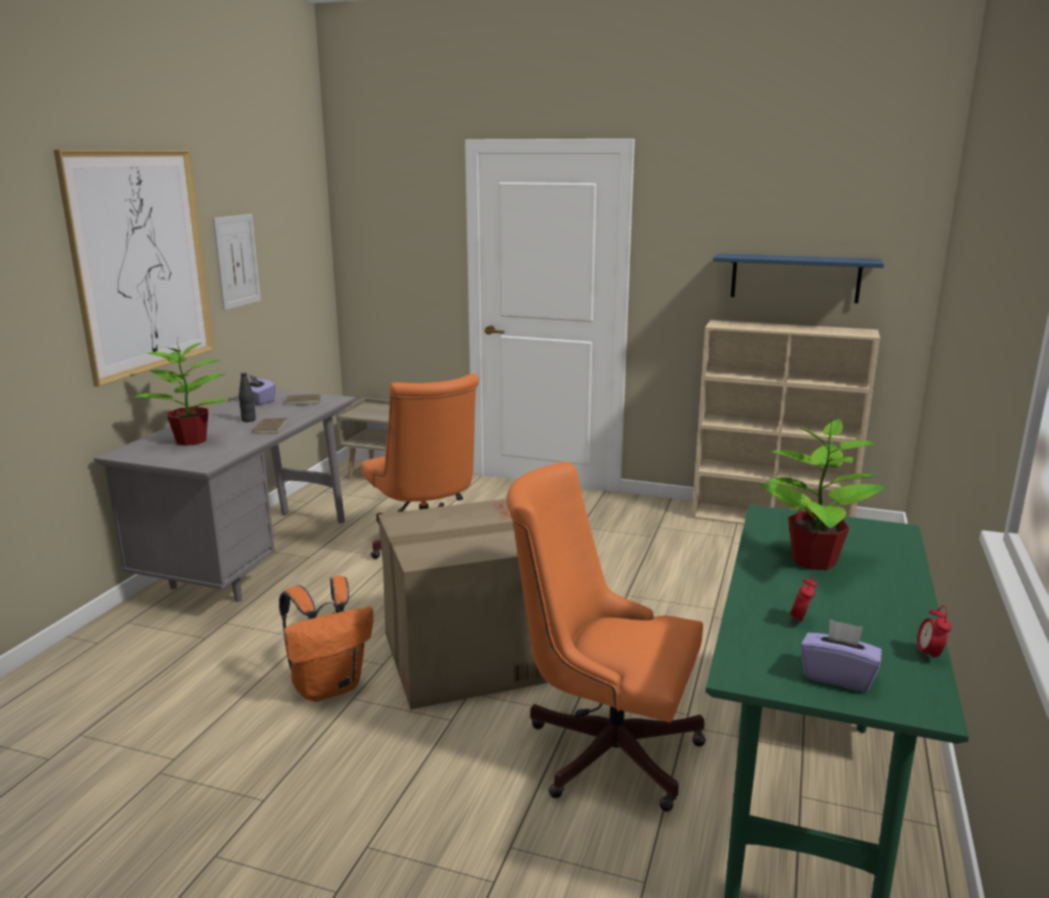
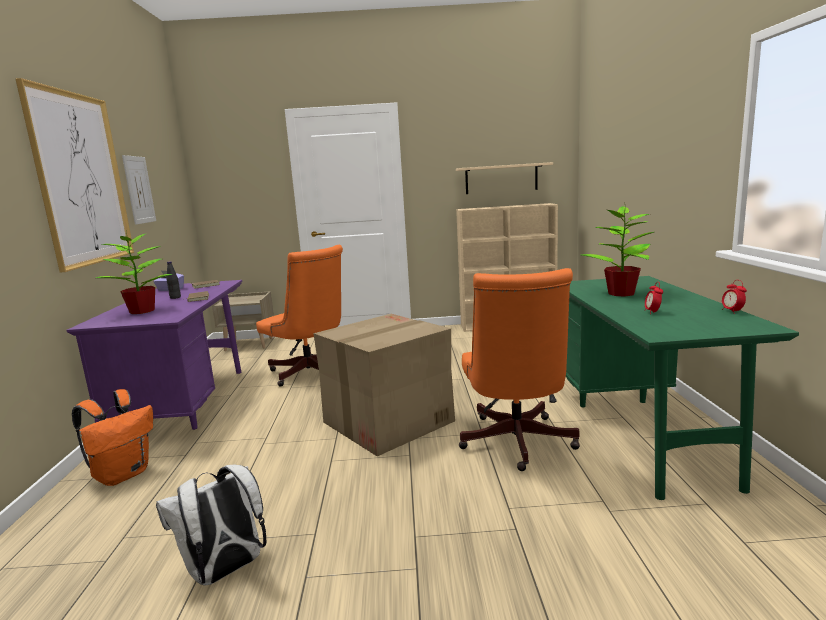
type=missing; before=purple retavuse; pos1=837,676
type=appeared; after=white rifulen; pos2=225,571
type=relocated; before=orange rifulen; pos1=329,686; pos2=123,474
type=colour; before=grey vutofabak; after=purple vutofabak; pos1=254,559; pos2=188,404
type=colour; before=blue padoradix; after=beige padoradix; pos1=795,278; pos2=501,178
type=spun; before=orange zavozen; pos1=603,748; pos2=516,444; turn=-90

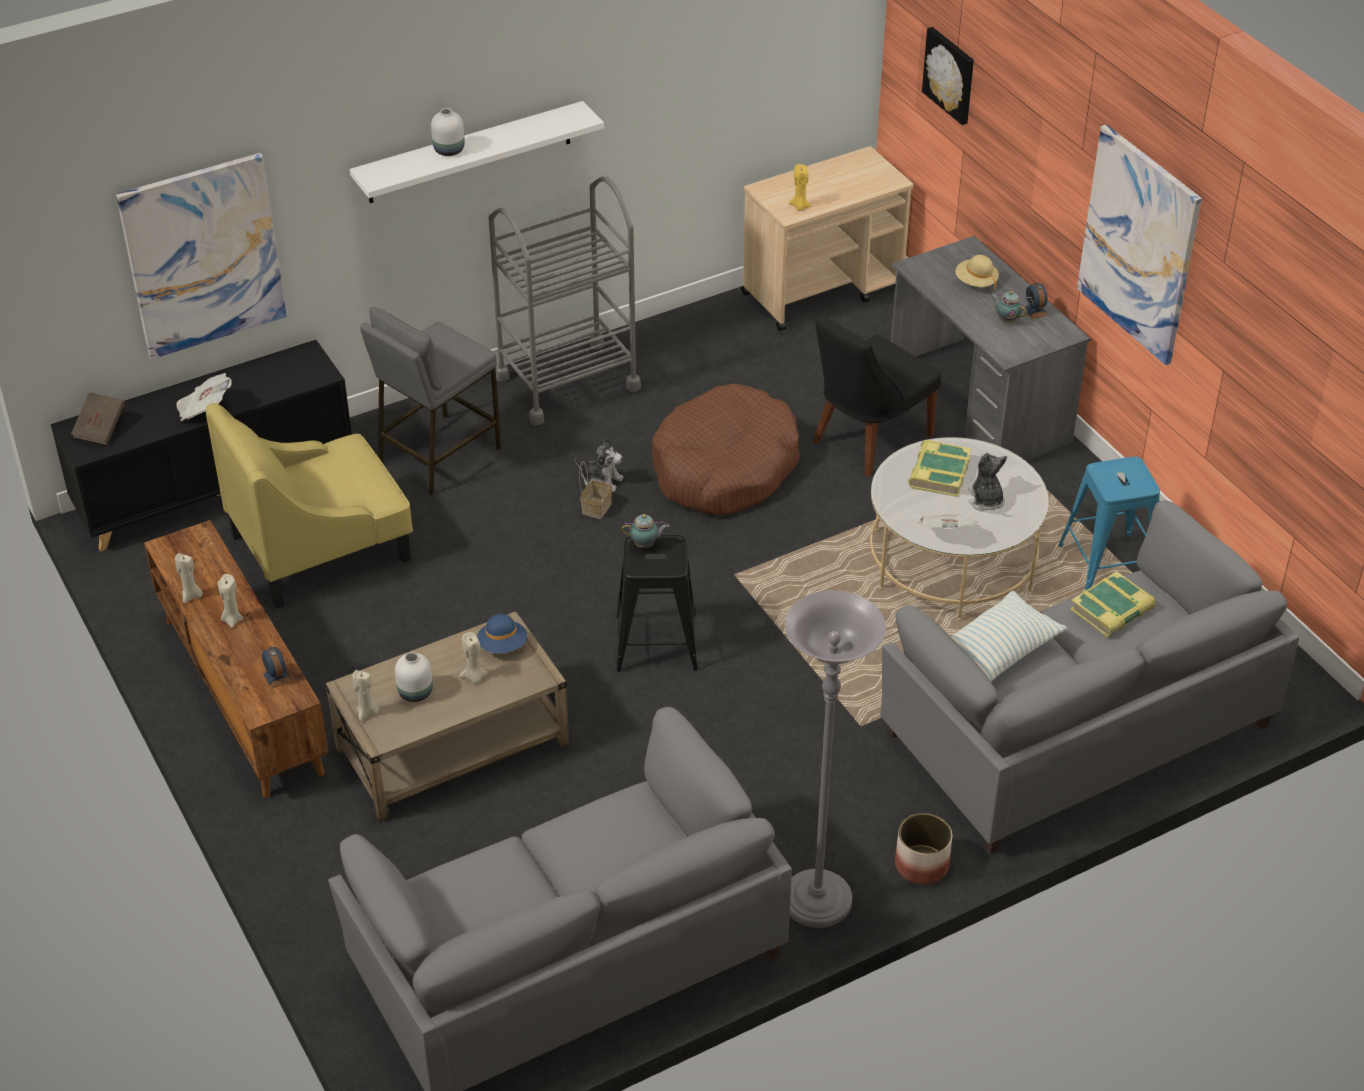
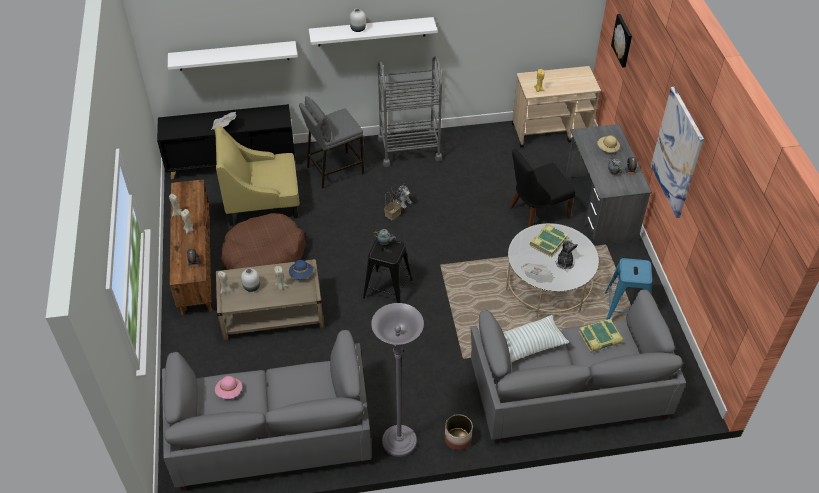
type=missing; before=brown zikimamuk; pos1=101,429
type=appeared; after=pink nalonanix; pos2=229,391
type=relocated; before=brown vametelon; pos1=724,468; pos2=264,255
type=exchanged; before=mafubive; after=white padoradix; pos1=203,255; pos2=233,55

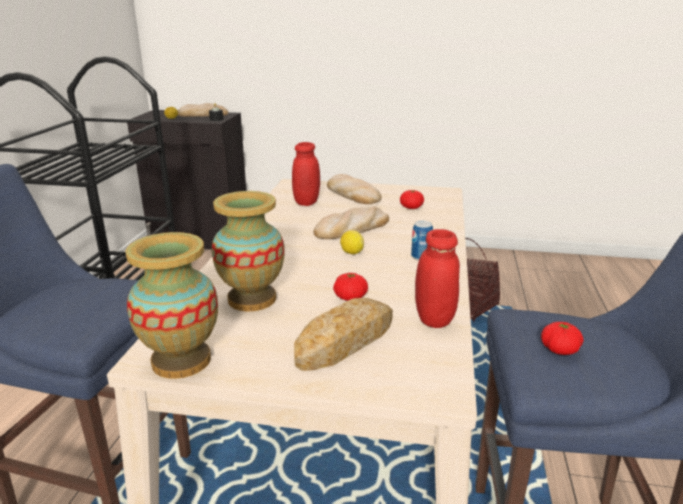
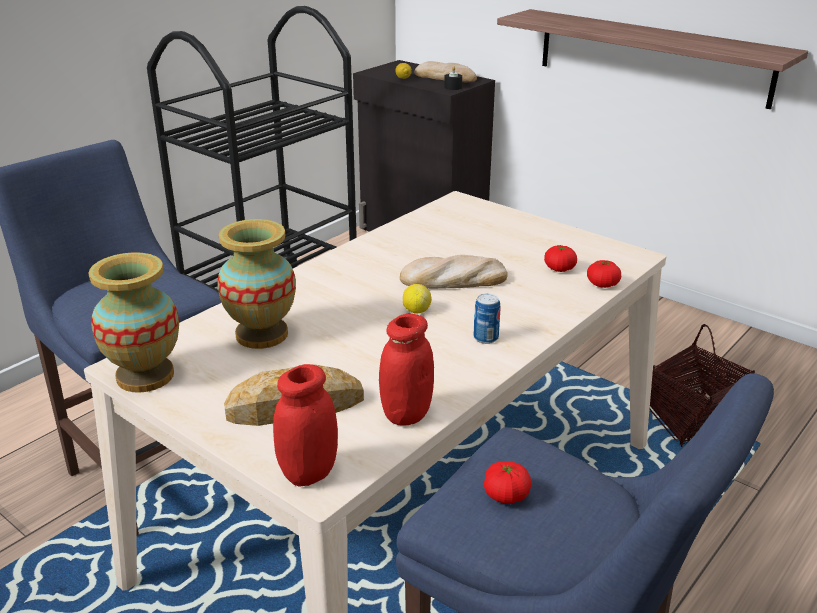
type=missing; before=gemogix; pos1=352,194
type=appeared; after=padoradix; pos2=652,57
type=relocated; before=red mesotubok; pos1=306,202; pos2=309,473
type=relocated; before=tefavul; pos1=350,297; pos2=602,284

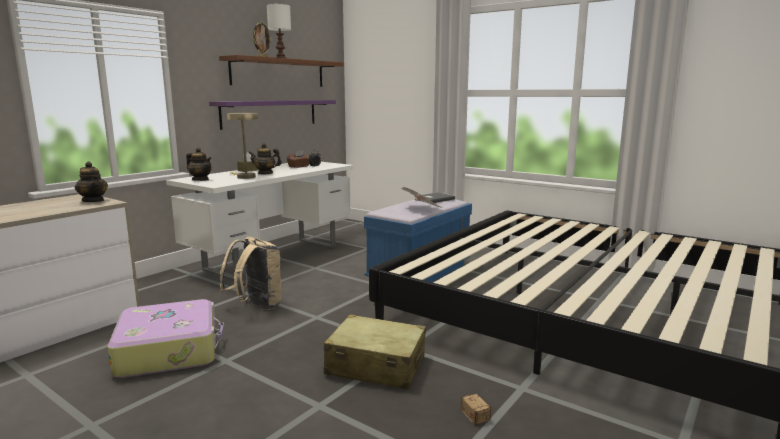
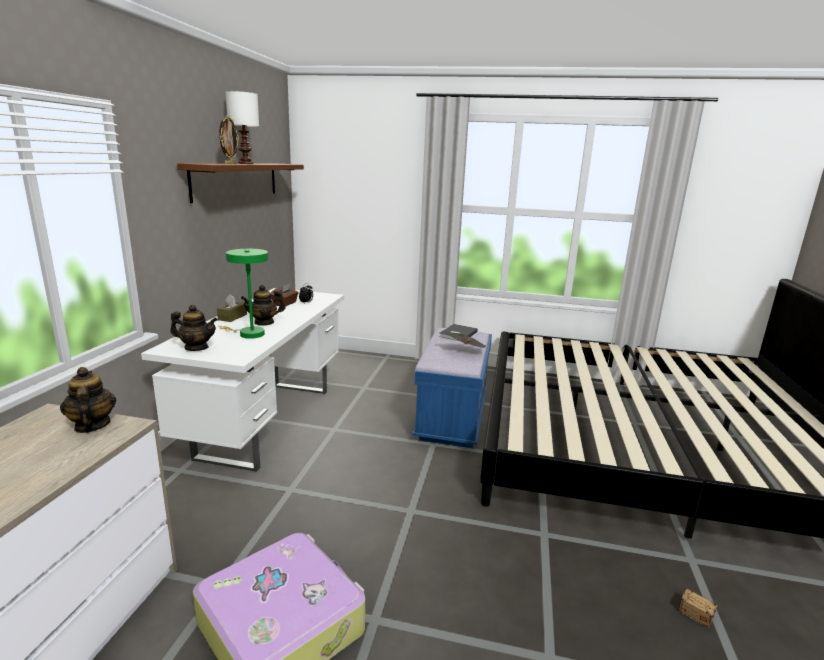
type=missing; before=purple padoradix; pos1=270,113
type=missing; before=beige rifulen; pos1=256,306
type=missing; before=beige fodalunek; pos1=376,366
type=colour; before=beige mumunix; after=green mumunix; pos1=244,177; pos2=248,334
type=spun; before=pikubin; pos1=93,201; pos2=92,425; turn=-135

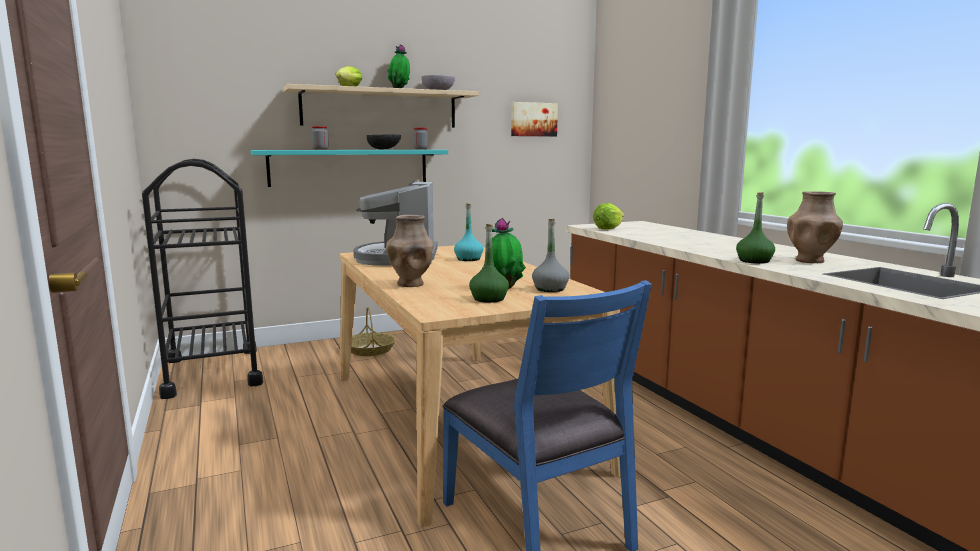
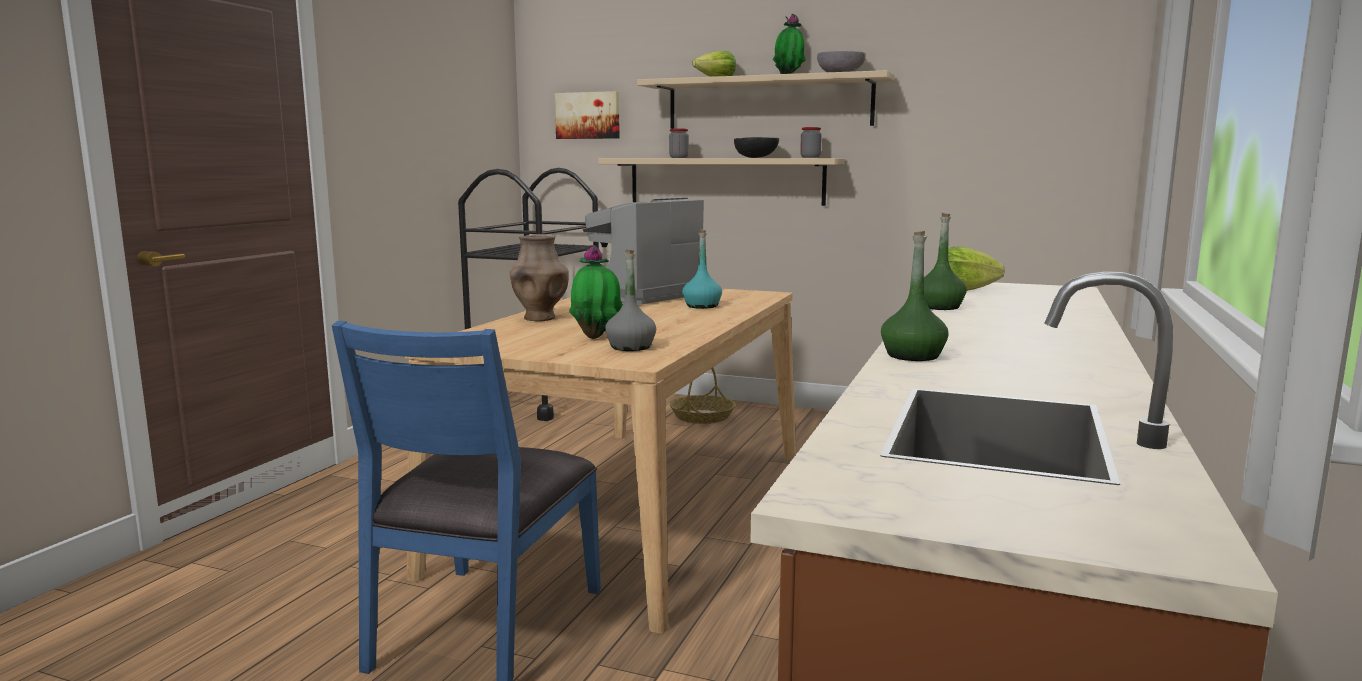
type=missing; before=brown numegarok; pos1=810,261
type=relocated; before=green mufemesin; pos1=489,299; pos2=940,307
type=relocated; before=mafubive; pos1=533,119; pos2=588,115
type=colour; before=turquoise padoradix; after=beige padoradix; pos1=349,167; pos2=725,181

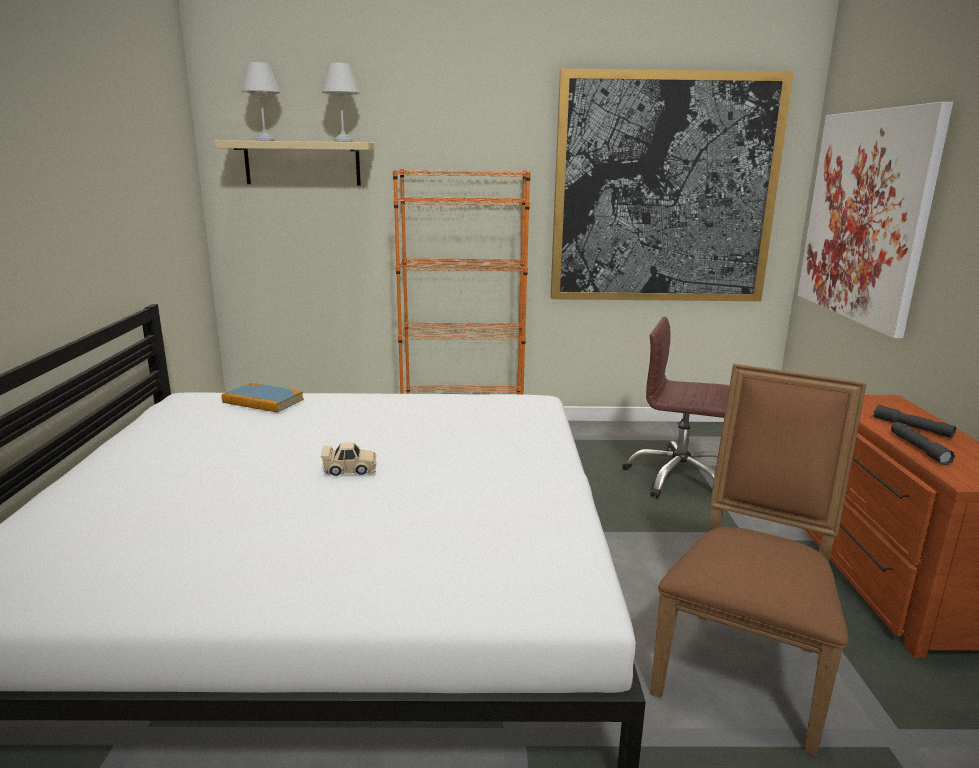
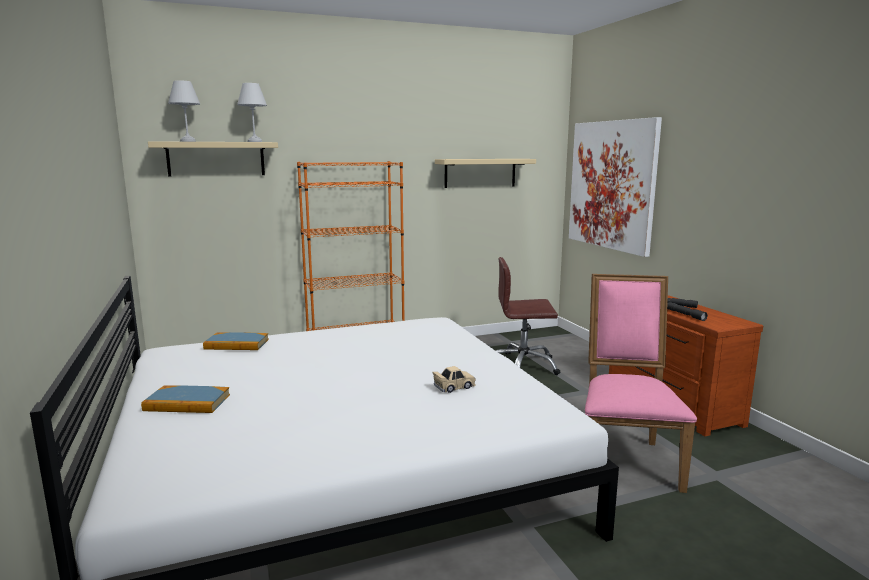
type=appeared; after=zikimamuk; pos2=187,403
type=relocated; before=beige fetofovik; pos1=350,469; pos2=454,387
type=exchanged; before=mafubive; after=beige padoradix; pos1=663,190; pos2=480,173
type=colour; before=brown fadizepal; after=pink fadizepal; pos1=744,666; pos2=625,459

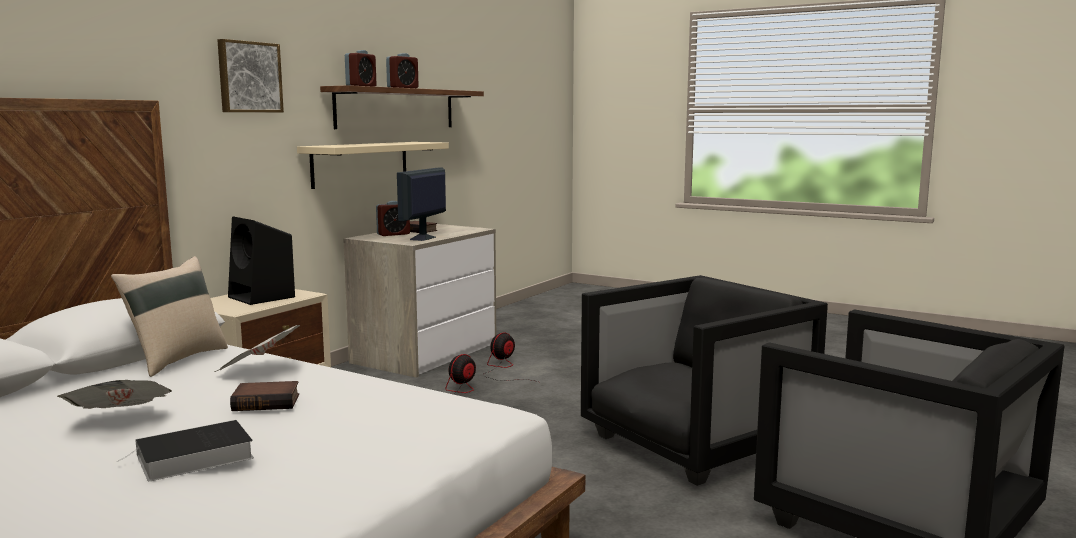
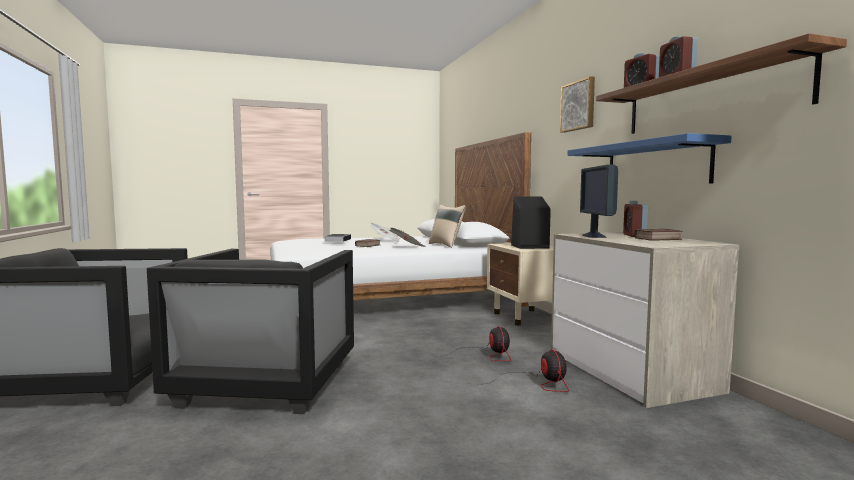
type=colour; before=beige padoradix; after=blue padoradix; pos1=360,164; pos2=655,164
type=spun; before=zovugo; pos1=422,238; pos2=594,236; turn=-150

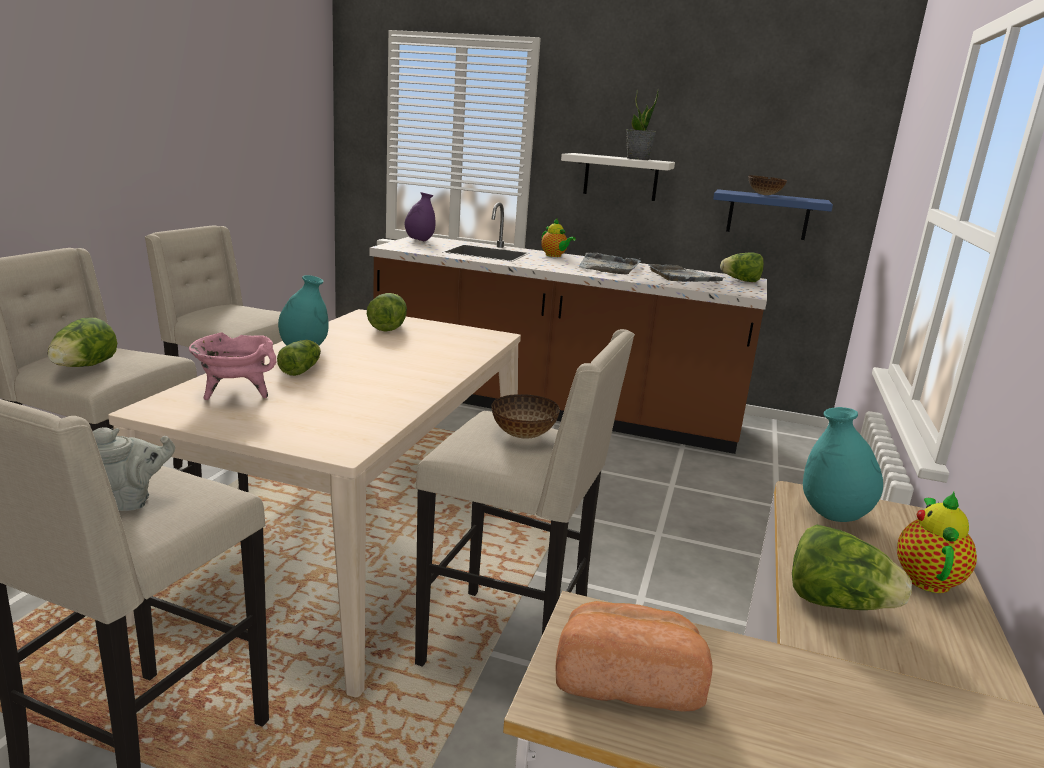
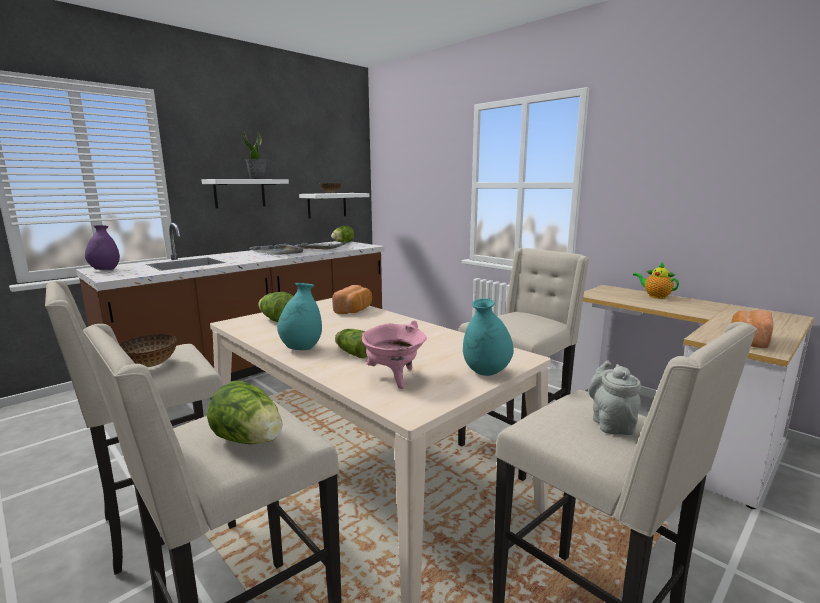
type=missing; before=pikubin; pos1=554,256
type=missing; before=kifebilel; pos1=837,603
type=appeared; after=gemogix; pos2=354,310
type=relocated; before=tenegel; pos1=522,435; pos2=150,365
type=relocated; before=turquoise numegarok; pos1=833,516; pos2=486,372
type=colour; before=blue padoradix; after=white padoradix; pos1=768,215; pos2=327,205

